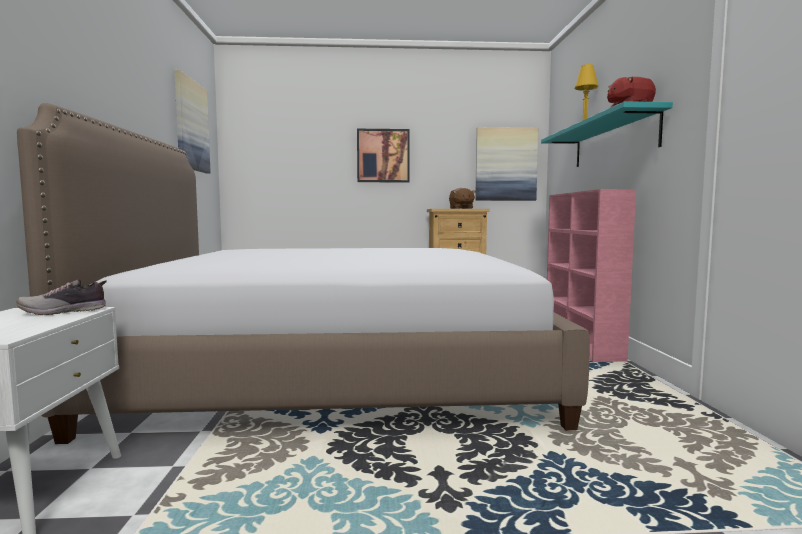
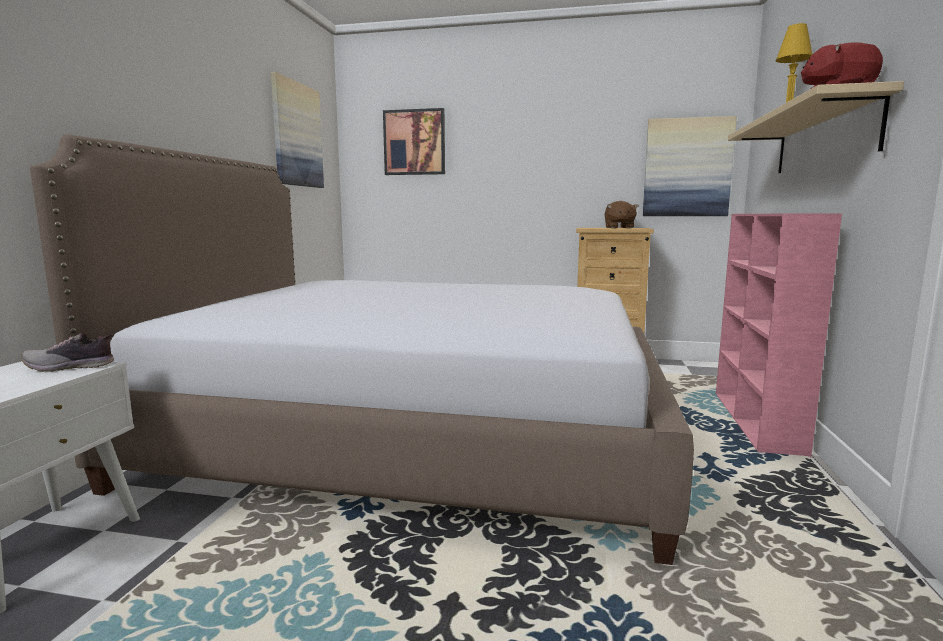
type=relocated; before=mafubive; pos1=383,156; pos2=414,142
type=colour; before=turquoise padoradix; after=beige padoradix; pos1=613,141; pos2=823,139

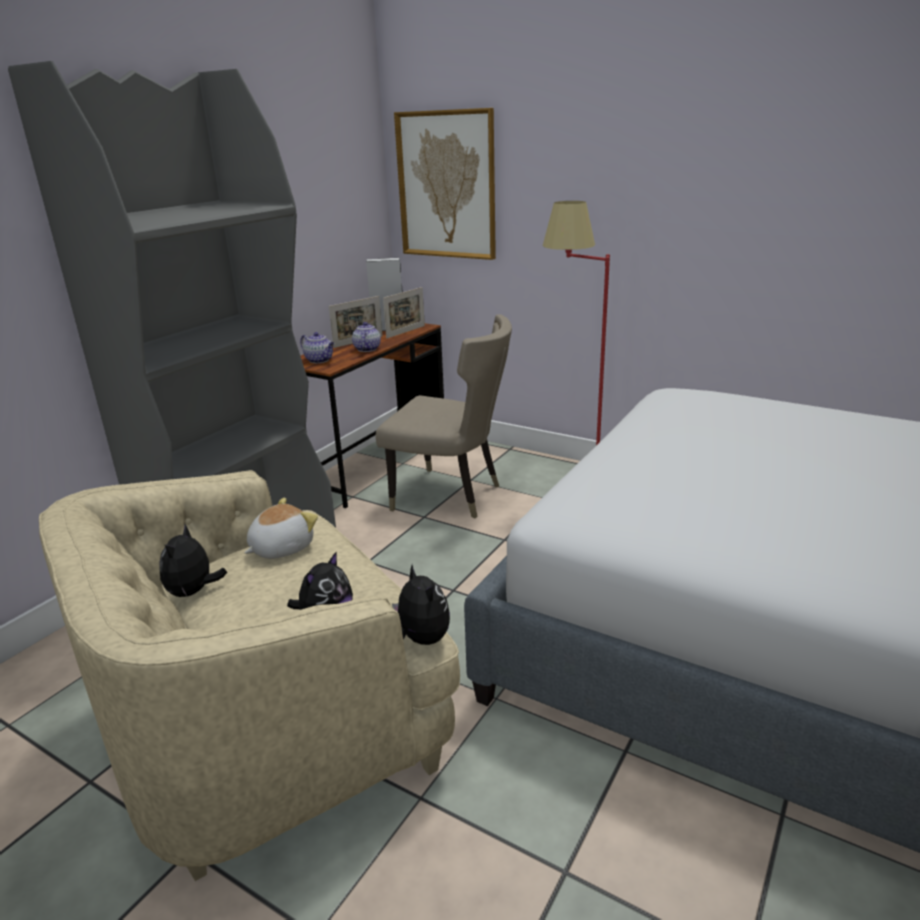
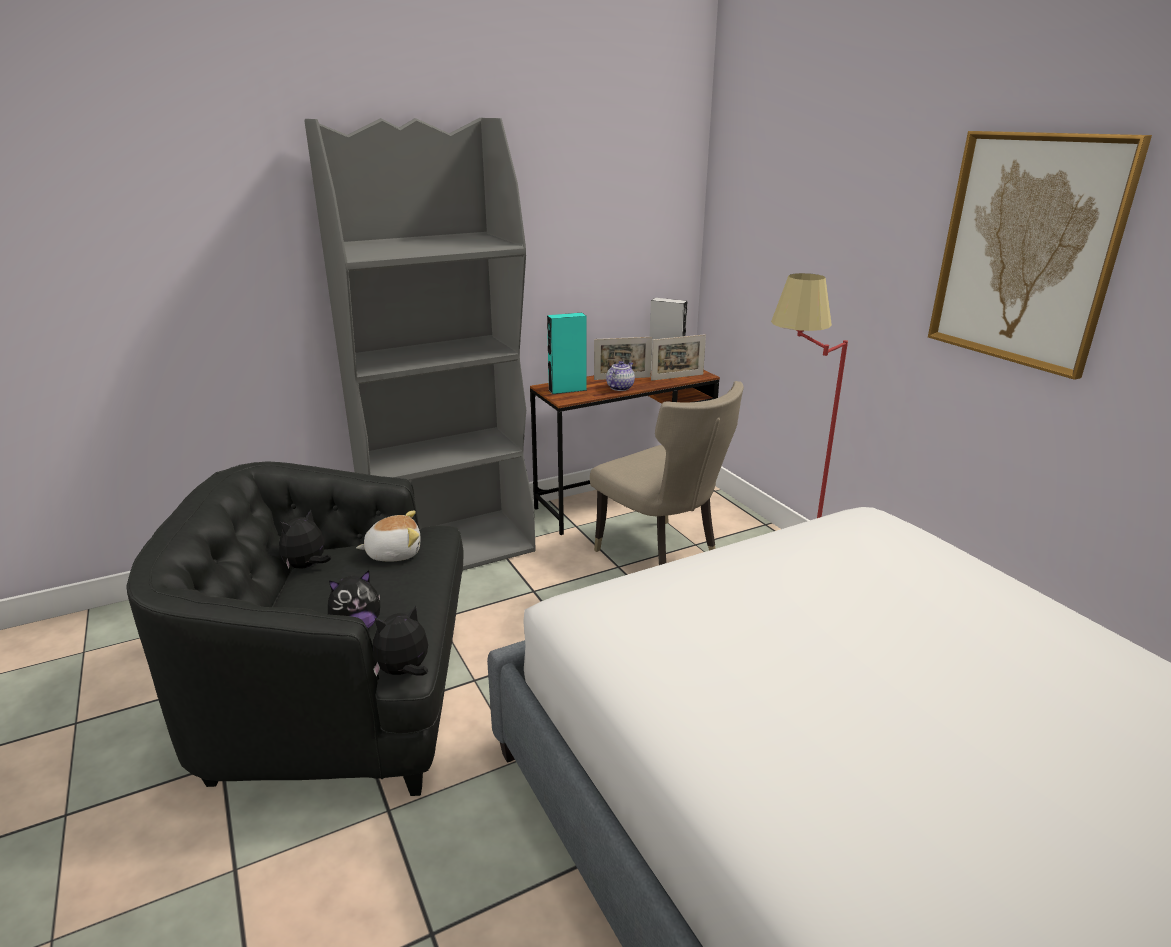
type=relocated; before=mafubive; pos1=446,185; pos2=1026,250
type=exchanged; before=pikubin; after=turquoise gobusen; pos1=320,360; pos2=567,390
type=colour; before=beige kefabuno; after=black kefabuno; pos1=271,728; pos2=343,700
type=spun; before=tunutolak; pos1=421,639; pos2=404,672; turn=-120

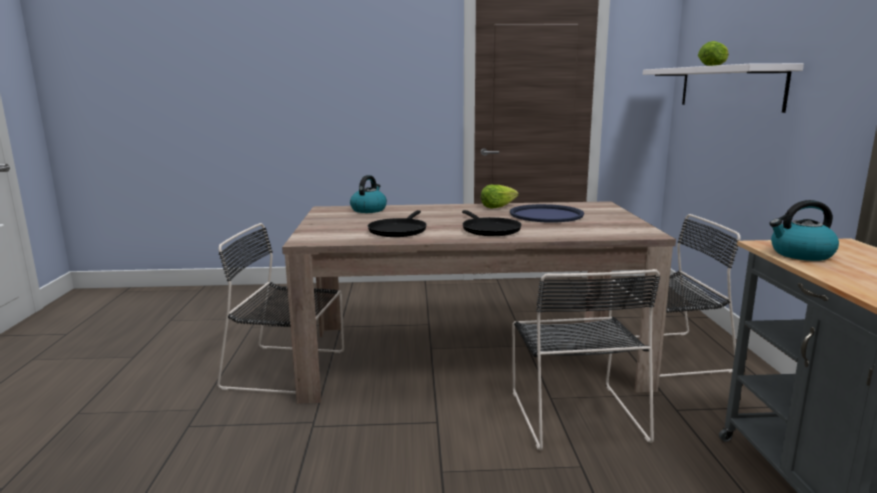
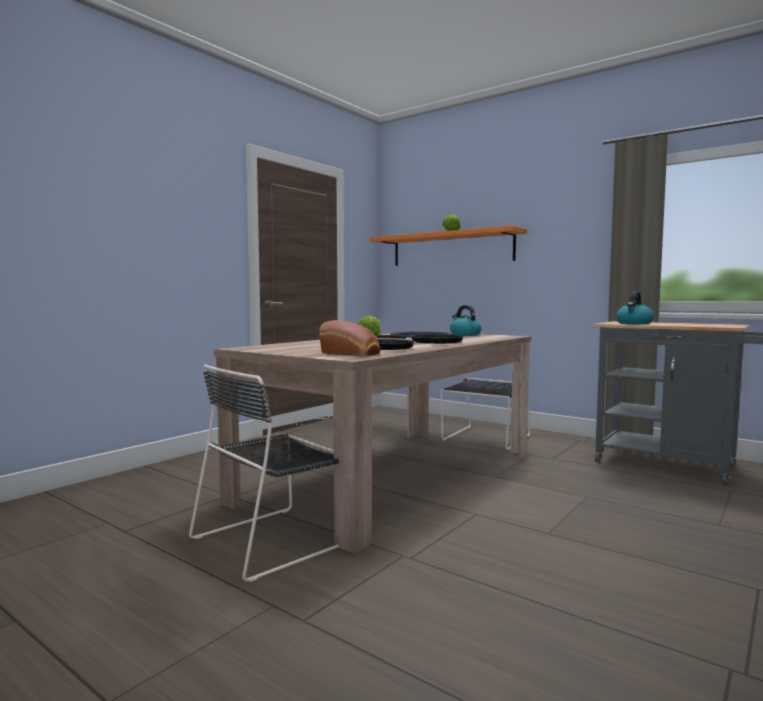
type=missing; before=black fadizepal; pos1=575,412
type=appeared; after=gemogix; pos2=351,354
type=relocated; before=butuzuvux; pos1=369,210; pos2=464,335
type=colour; before=white padoradix; after=orange padoradix; pos1=728,87; pos2=451,249

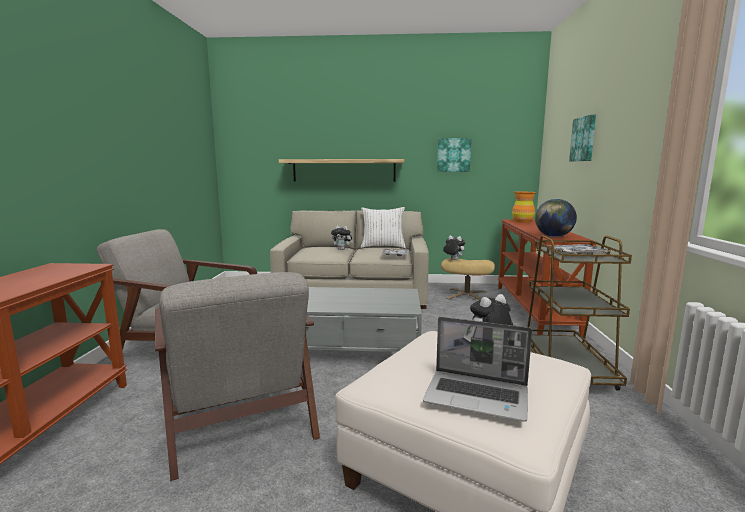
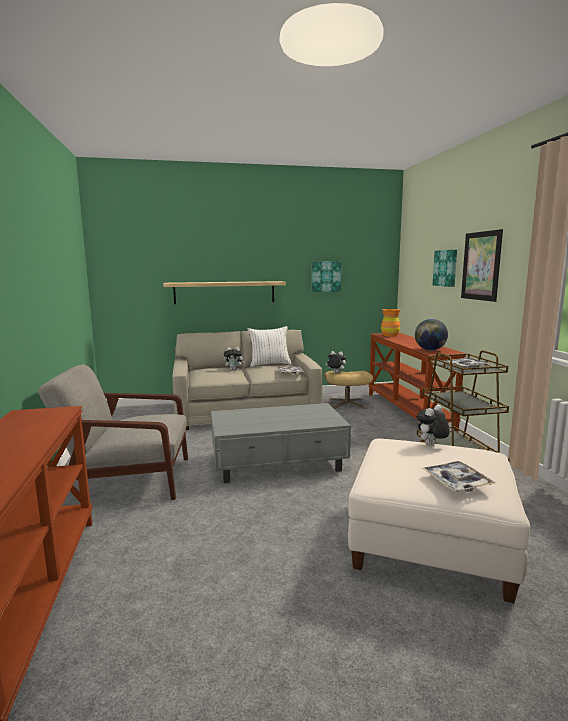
type=missing; before=grey kefabuno; pos1=238,416
type=appeared; after=mafubive; pos2=481,266
type=exchanged; before=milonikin; after=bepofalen; pos1=478,396; pos2=456,482

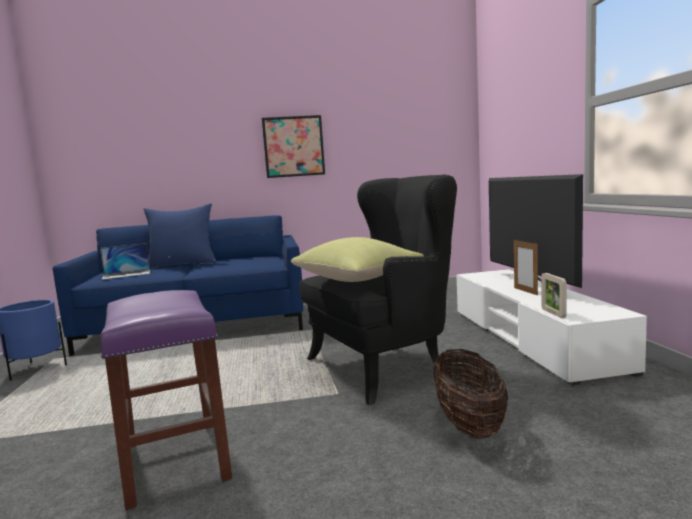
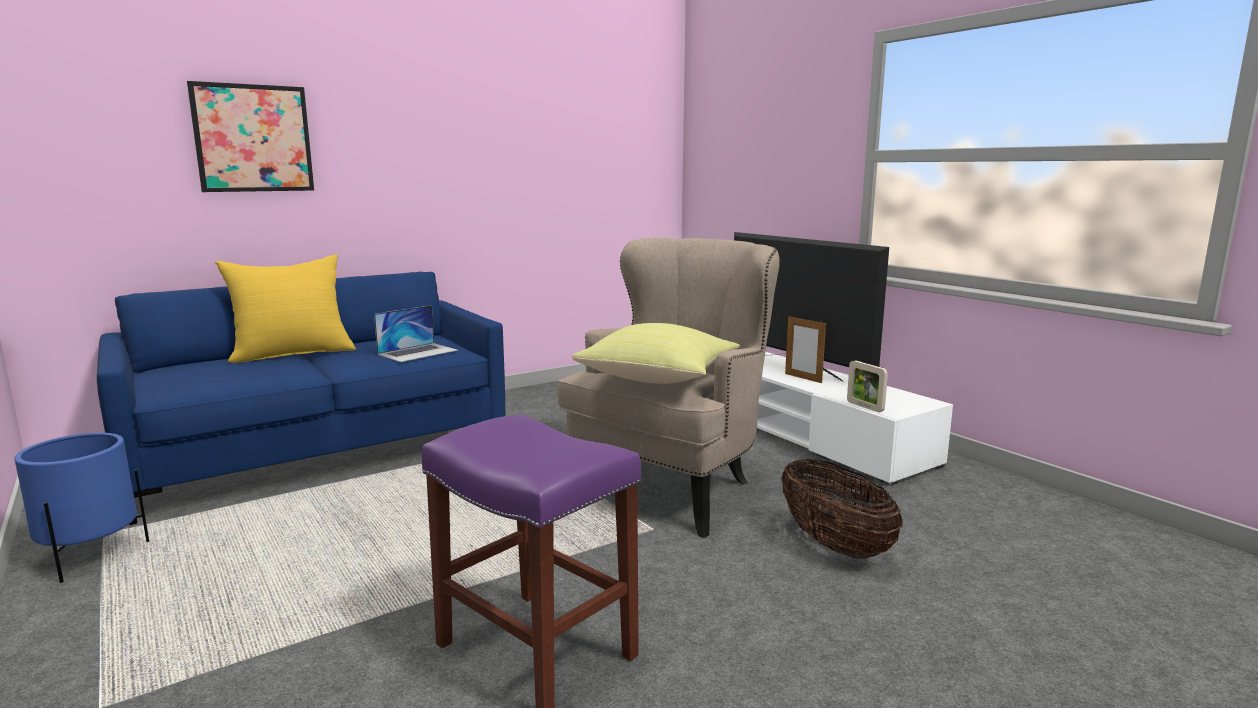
type=relocated; before=milonikin; pos1=127,274; pos2=418,352
type=relocated; before=mafubive; pos1=293,146; pos2=253,138
type=colour; before=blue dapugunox; after=yellow dapugunox; pos1=183,264; pos2=293,353
type=colour; before=black kefabuno; after=beige kefabuno; pos1=385,365; pos2=672,485

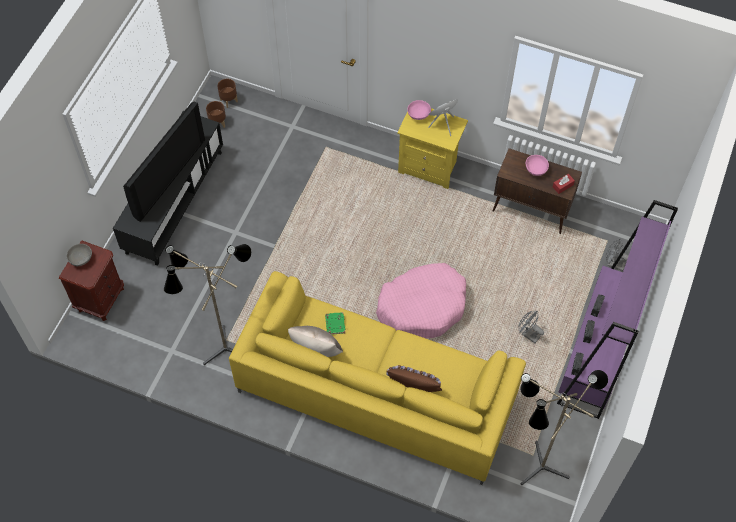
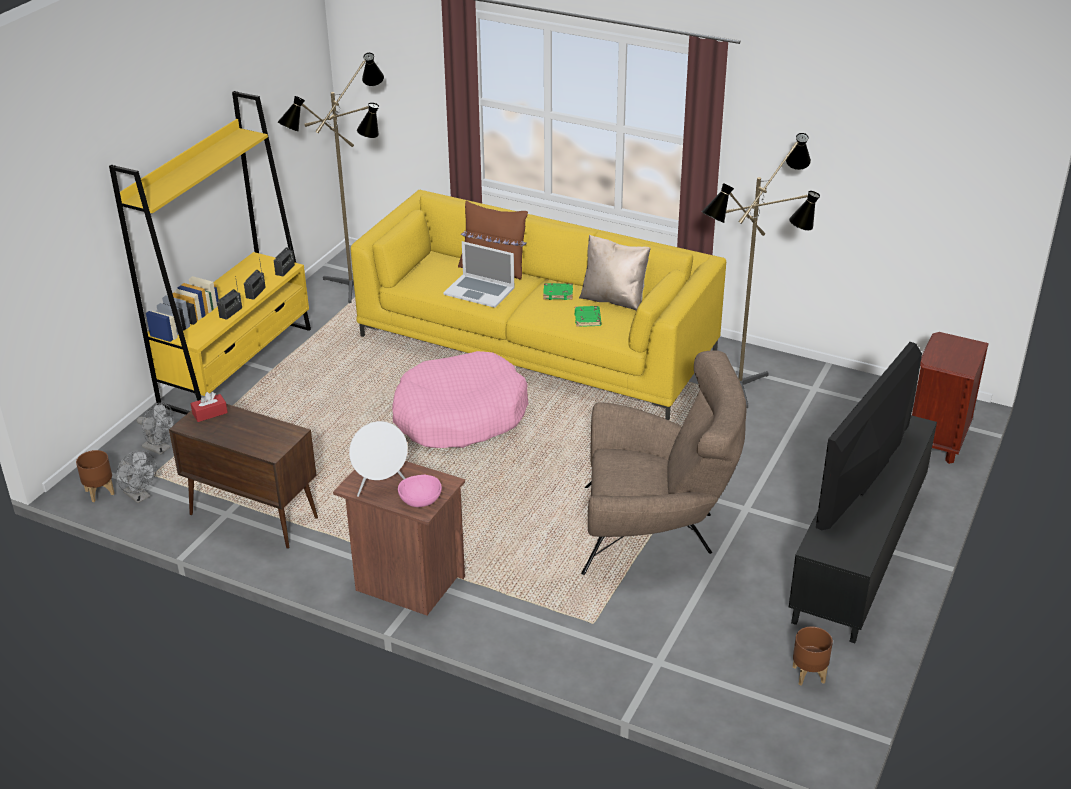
type=missing; before=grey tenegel; pos1=81,259
type=missing; before=pink tenegel; pos1=536,170
type=appeared; after=milonikin; pos2=479,291
type=appeared; after=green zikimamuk; pos2=558,293
type=appeared; after=brown kefabuno; pos2=657,530
type=relocated; before=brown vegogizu; pos1=228,100; pos2=100,493
type=relocated; before=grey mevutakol; pos1=528,334; pos2=140,496
type=colour; before=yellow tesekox; after=brown tesekox; pos1=429,167; pos2=406,583
type=colour; before=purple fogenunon; after=yellow fogenunon; pos1=596,354; pos2=237,365

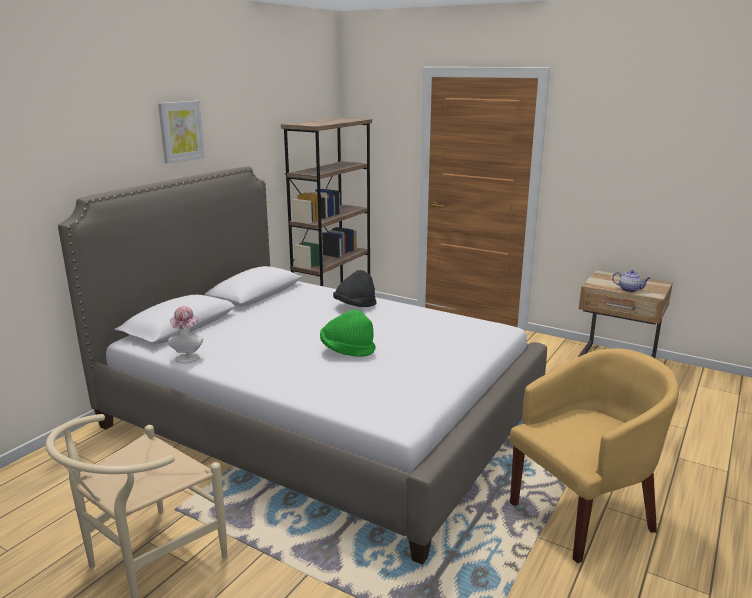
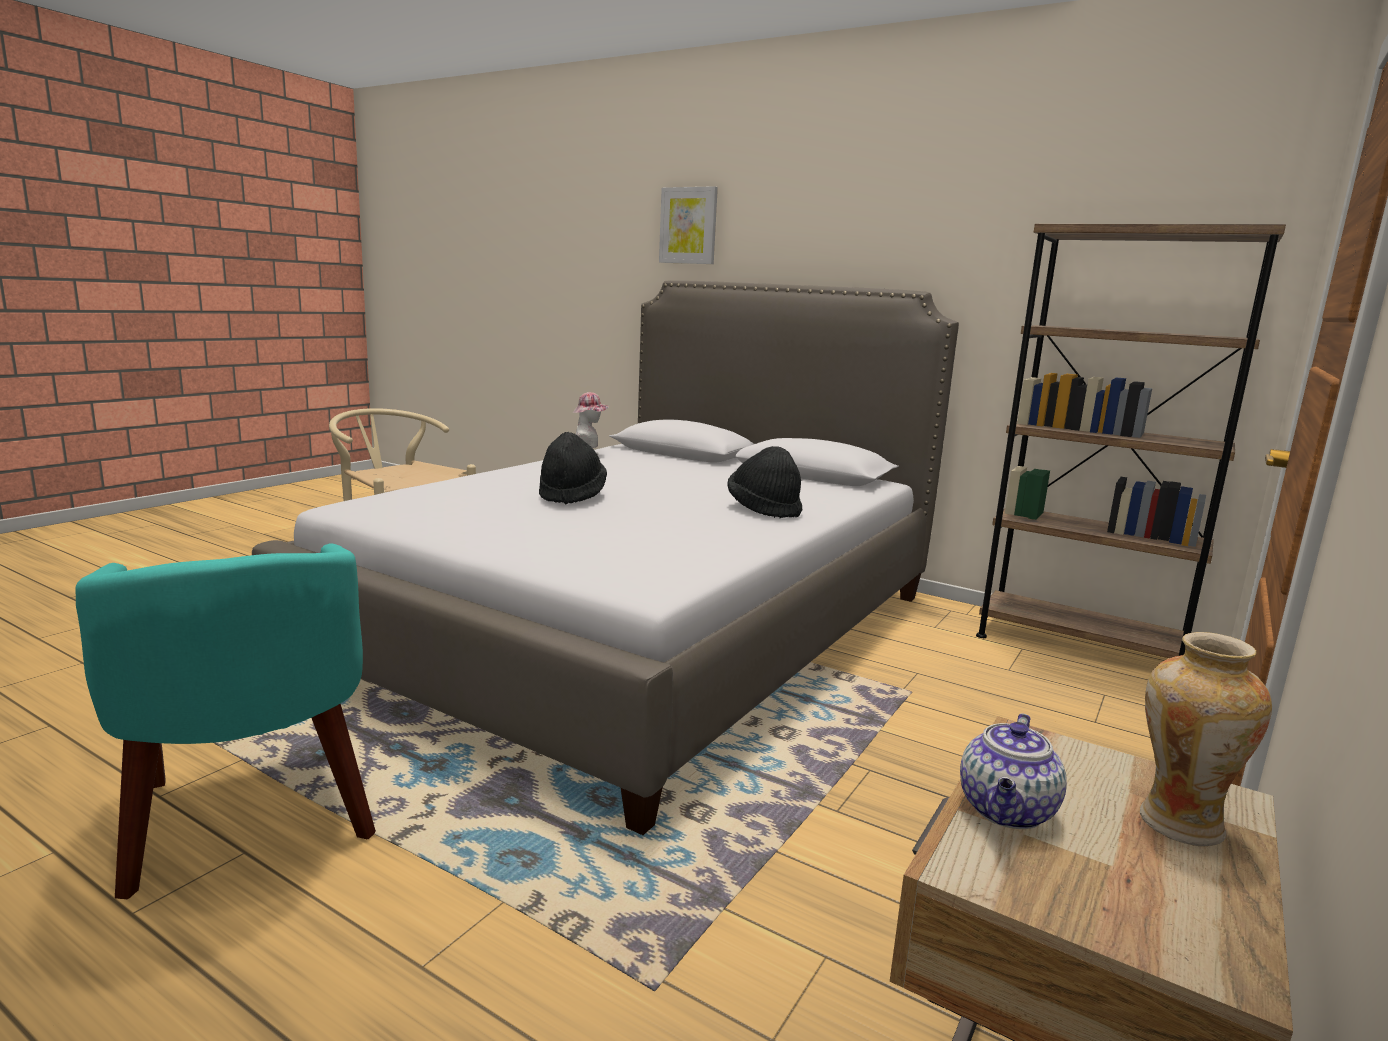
type=appeared; after=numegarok; pos2=1177,823
type=relocated; before=mafubive; pos1=180,131; pos2=688,226
type=colour; before=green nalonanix; after=black nalonanix; pos1=347,350; pos2=572,495
type=colour; before=yellow kefabuno; after=turquoise kefabuno; pos1=583,513; pos2=250,819

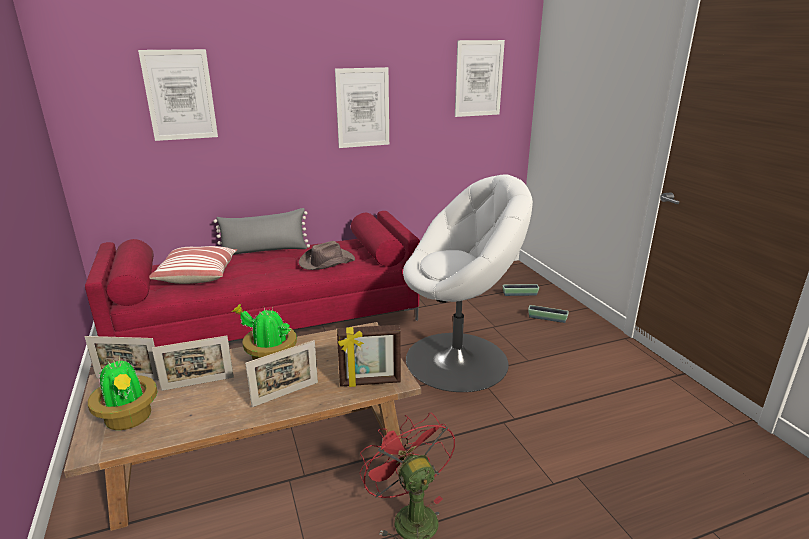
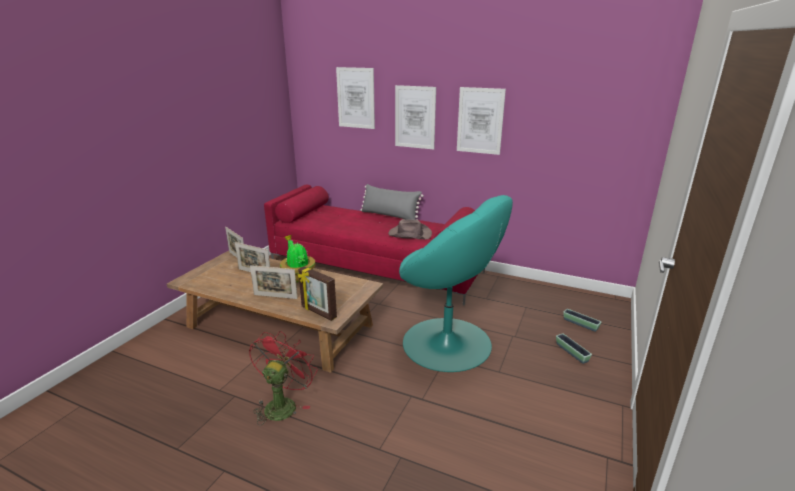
type=missing; before=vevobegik; pos1=129,419
type=missing; before=dapugunox; pos1=197,275
type=relocated; before=mafubive; pos1=478,78; pos2=415,117
type=colour; before=white kefabuno; after=turquoise kefabuno; pos1=458,360; pos2=448,344

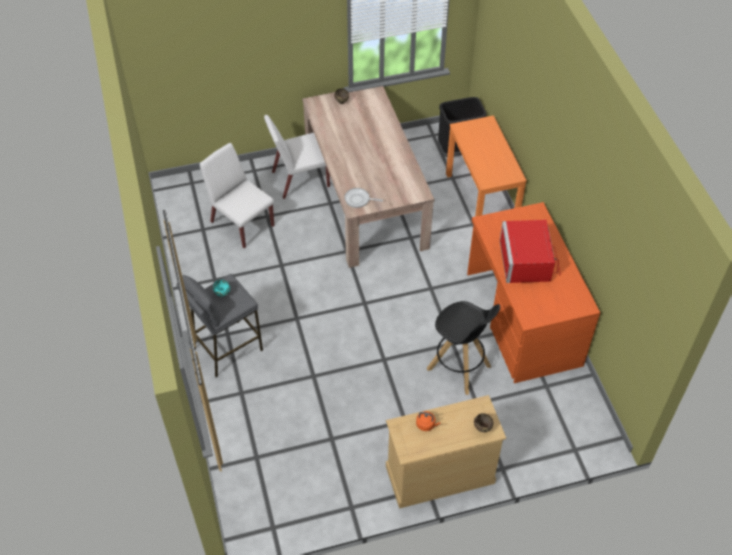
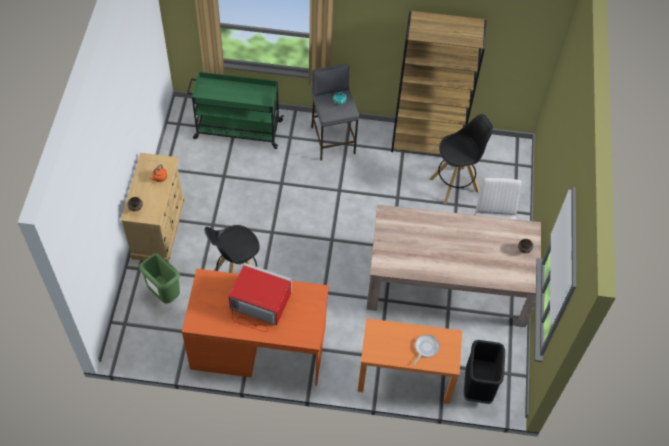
type=appeared; after=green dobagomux; pos2=164,294
type=appeared; after=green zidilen; pos2=237,129
type=appeared; after=brown fogenunon; pos2=426,142
type=relocated; before=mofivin; pos1=359,199; pos2=425,348
type=exchanged; before=white fadizepal; after=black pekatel; pos1=241,223; pos2=455,185

